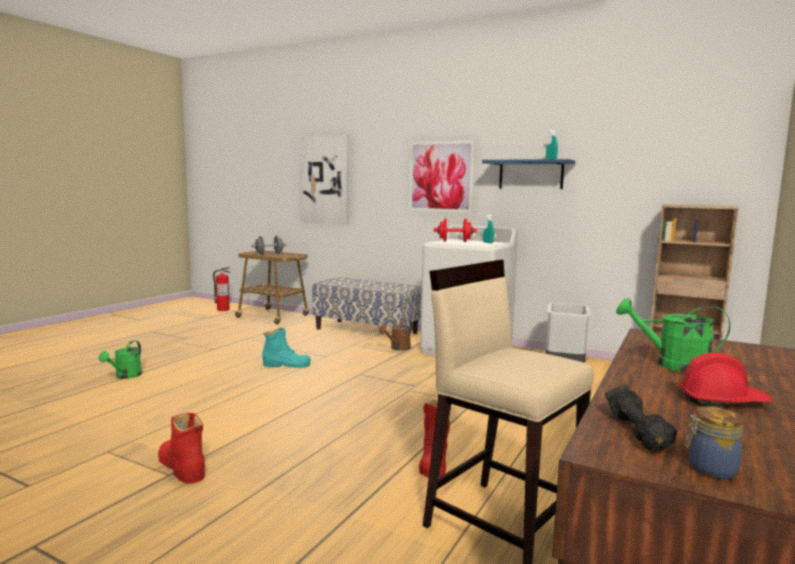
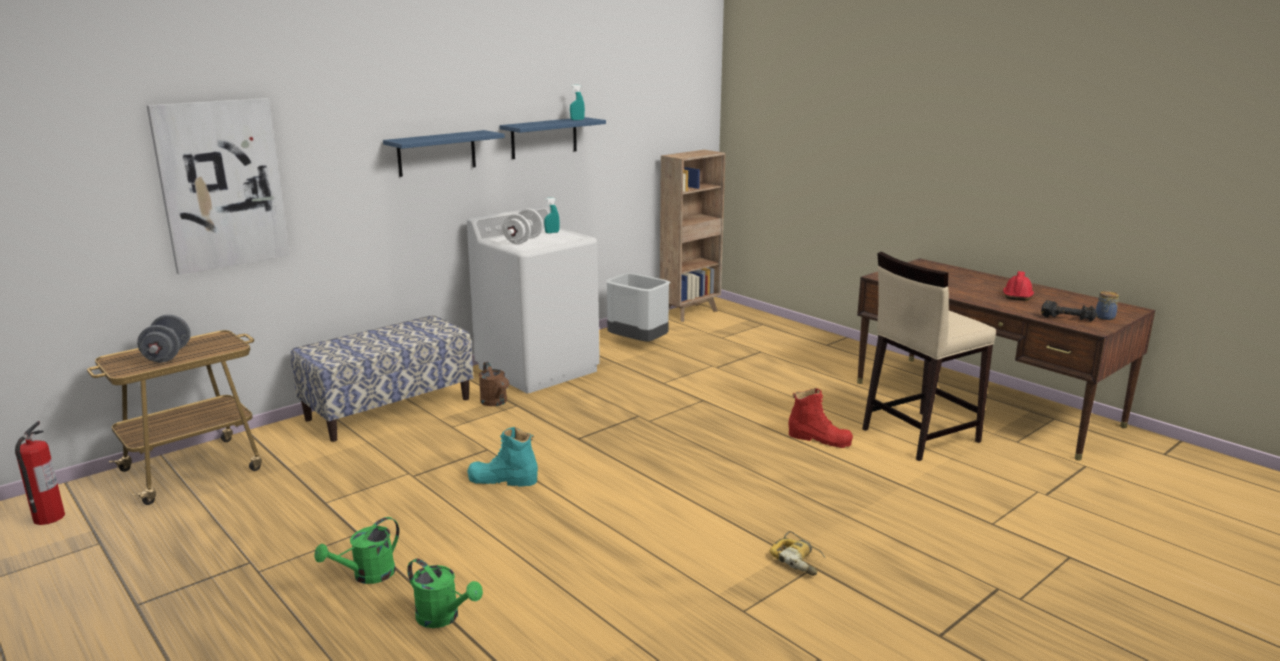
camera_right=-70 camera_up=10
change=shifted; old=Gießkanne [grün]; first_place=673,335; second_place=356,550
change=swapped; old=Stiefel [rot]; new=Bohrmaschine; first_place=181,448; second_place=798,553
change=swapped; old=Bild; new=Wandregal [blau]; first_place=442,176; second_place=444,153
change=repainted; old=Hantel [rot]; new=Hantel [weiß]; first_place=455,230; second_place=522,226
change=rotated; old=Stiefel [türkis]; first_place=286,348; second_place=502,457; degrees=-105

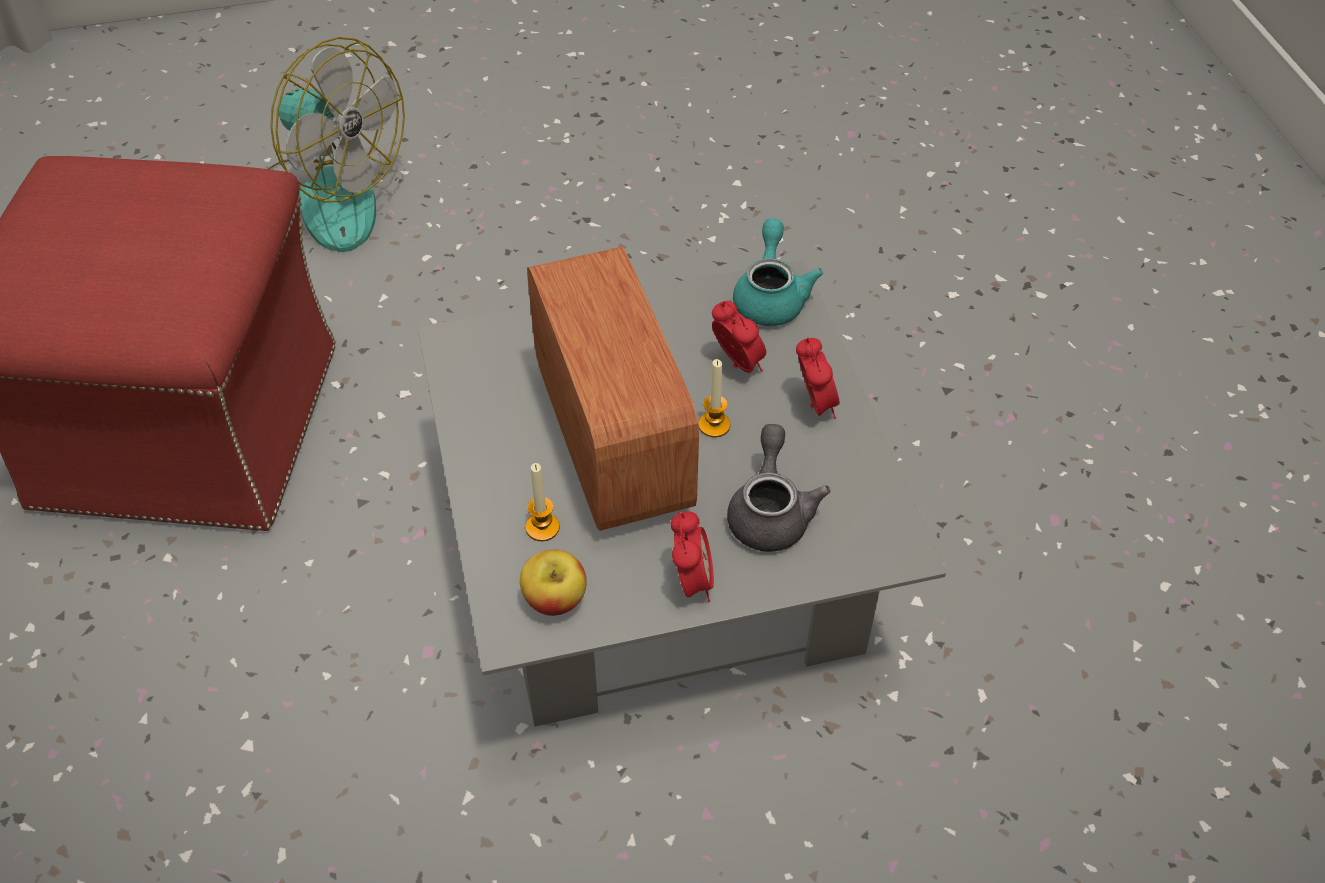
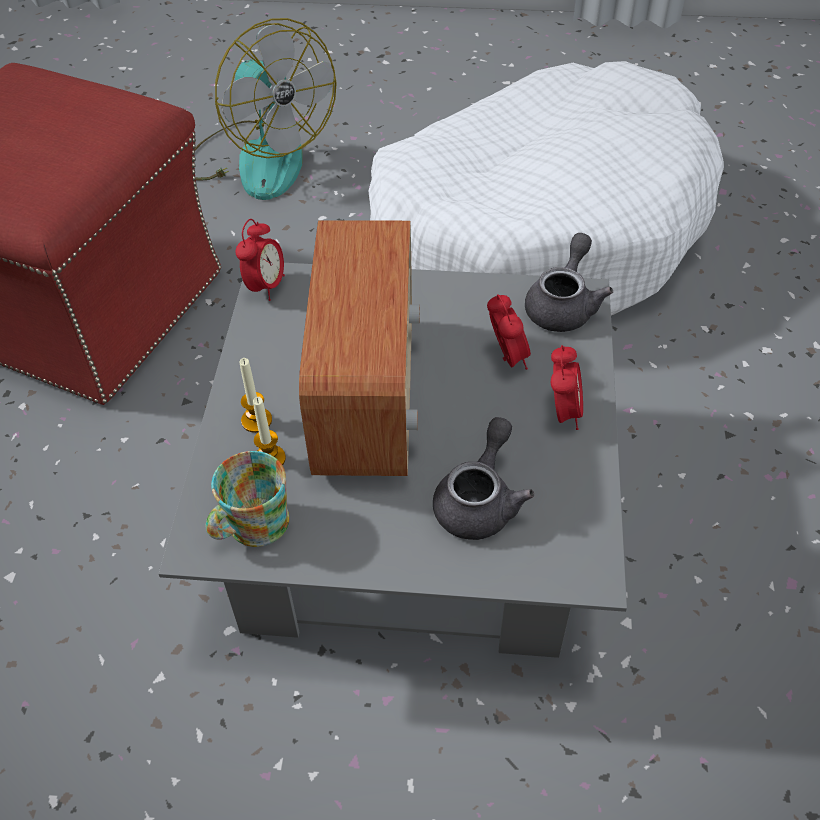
camera_right=20 camera_up=0
change=new; new=Hundebett [weiß]; second_place=546,188
change=shifted; old=Wecker; first_place=692,556; second_place=260,260
change=shifted; old=Kerze; first_place=714,398; second_place=256,395
change=swapped; old=Apfel; new=Henkelbecher; first_place=553,582; second_place=247,499
change=repainted; old=Teekanne [türkis]; new=Teekanne [grau]; first_place=778,272; second_place=569,282

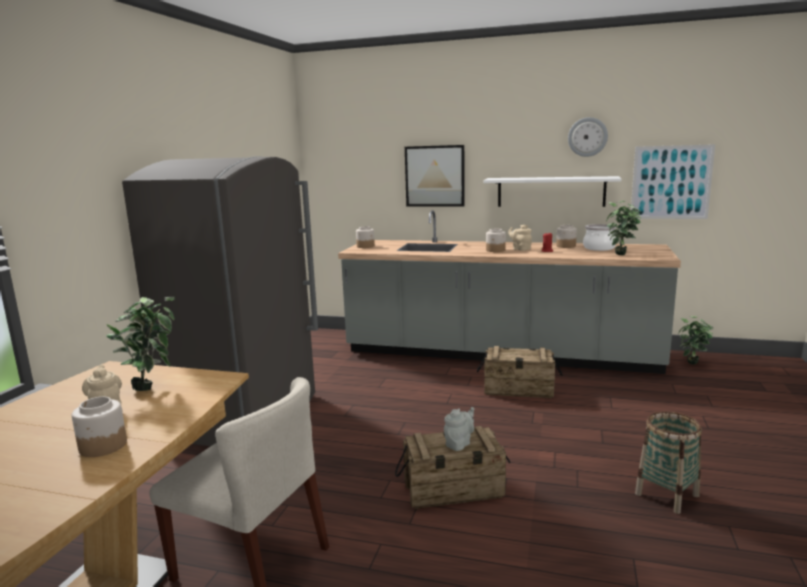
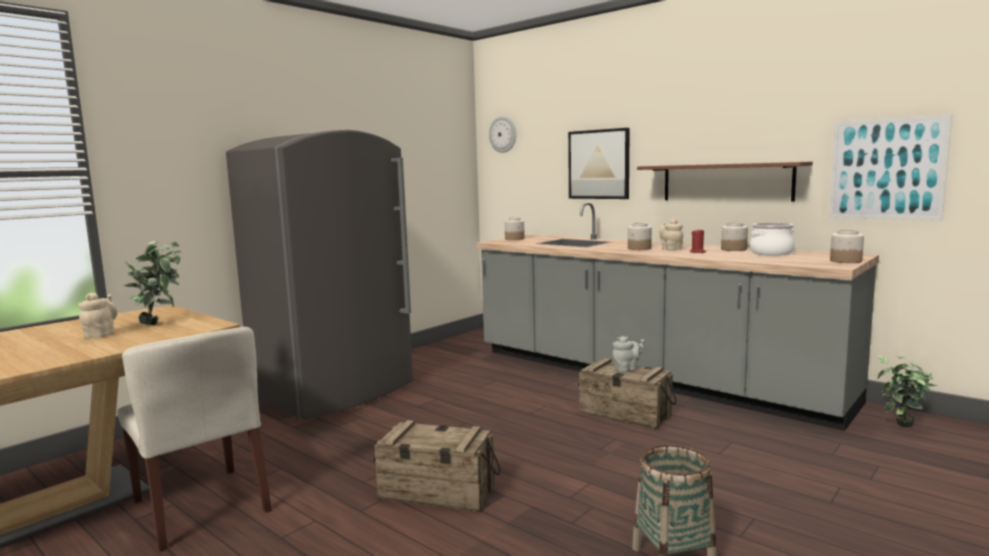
camera_right=25 camera_up=-5
change=gone; old=Topfpflanze; first_place=623,228
change=shifted; old=Vorratsglas; first_place=99,427; second_place=847,246
change=shifted; old=Teekanne [grau]; first_place=459,429; second_place=628,354
change=shifted; old=Wanduhr; first_place=588,137; second_place=502,134
change=repainted; old=Wandregal [weiß]; new=Wandregal [braun]; first_place=552,191; second_place=725,182

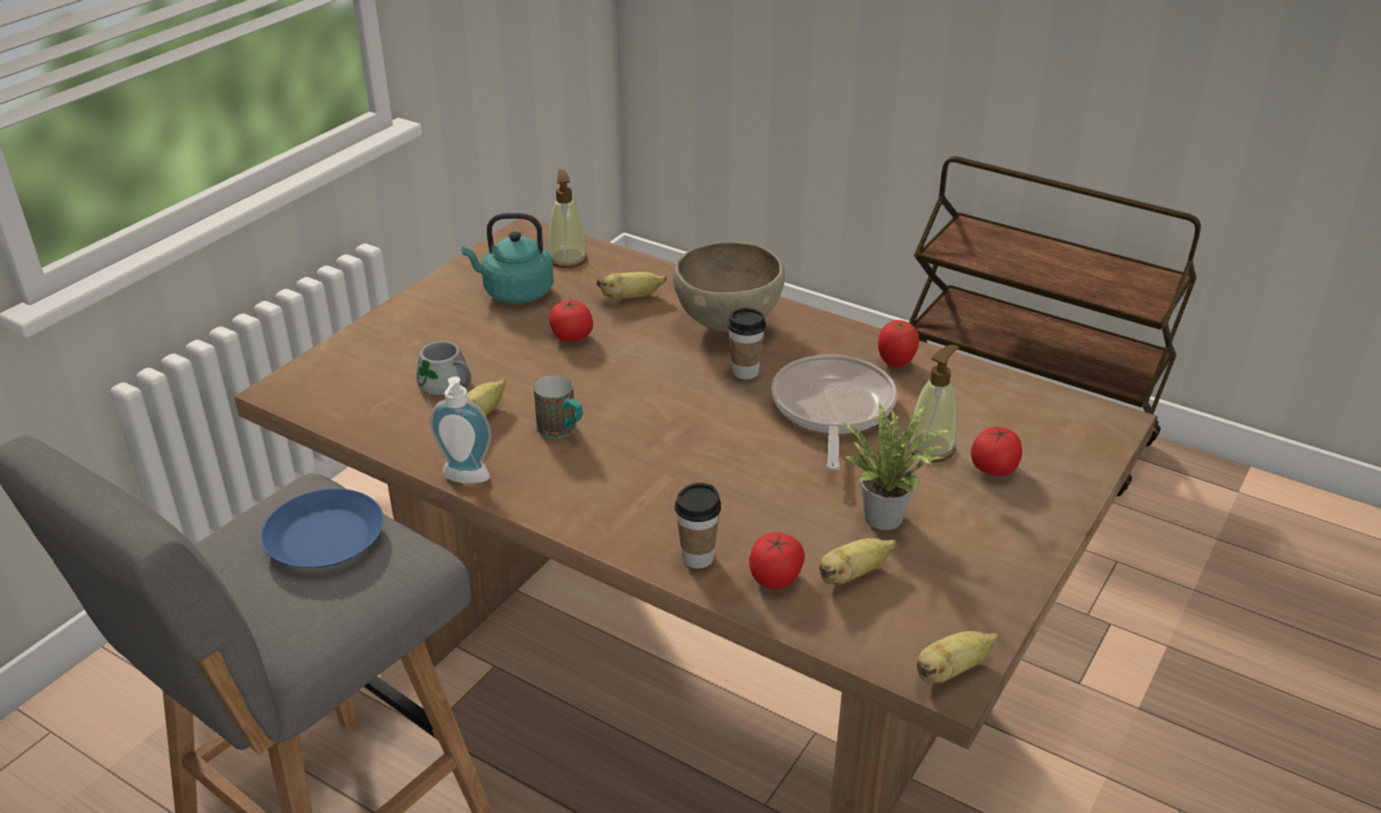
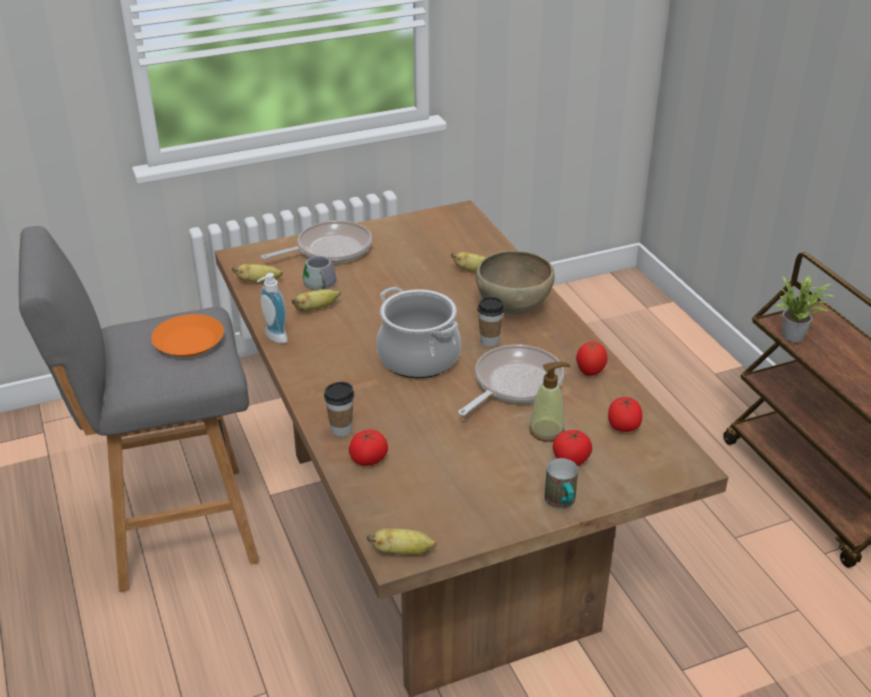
camera_right=35 camera_up=0
change=gone; old=Wasserkessel [türkis]; first_place=507,258
change=gone; old=Seifenspender; first_place=568,218
change=new; new=Pfanne; second_place=316,241
change=new; new=Kochtopf; second_place=418,332
change=shifted; old=Henkelbecher; first_place=558,407; second_place=561,483
change=shifted; old=Tomate; first_place=571,320; second_place=625,414
change=shifted; old=Banane; first_place=857,561; second_place=257,273
change=shifted; old=Topfpflanze; first_place=897,467; second_place=805,309
change=repainted; old=Teller [blau]; new=Teller [orange]; first_place=322,528; second_place=187,335

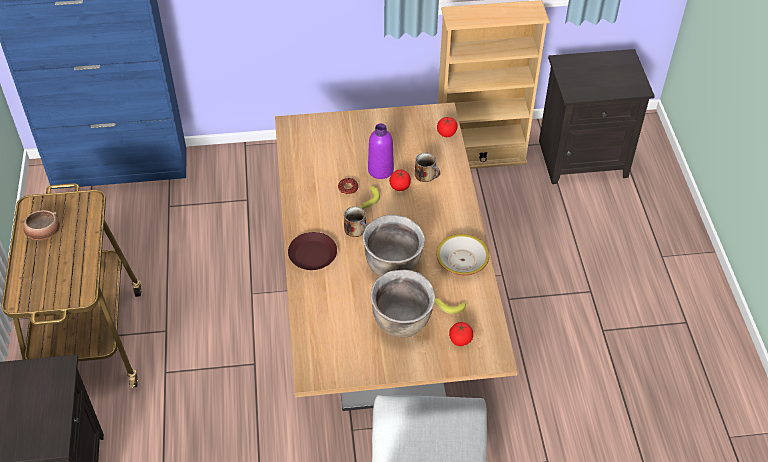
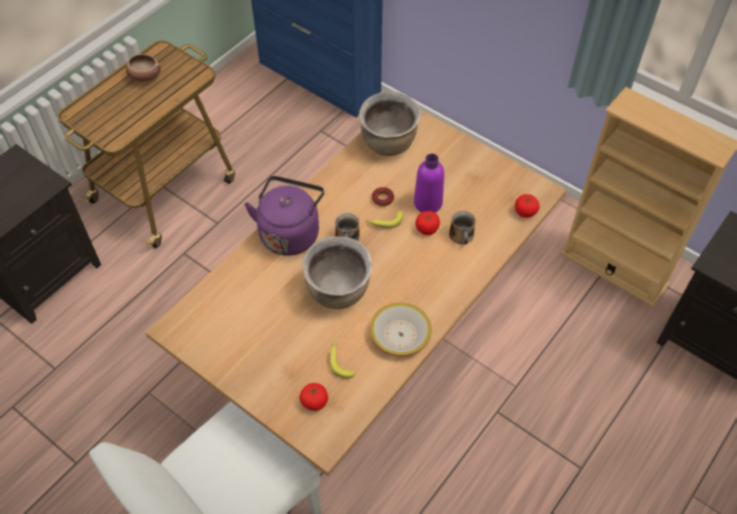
camera_right=45 camera_up=5
change=shifted; old=Kochtopf [braun]; first_place=402,304; second_place=390,123
change=swapped; old=Teller [braun]; new=Wasserkessel [lila]; first_place=312,251; second_place=284,216

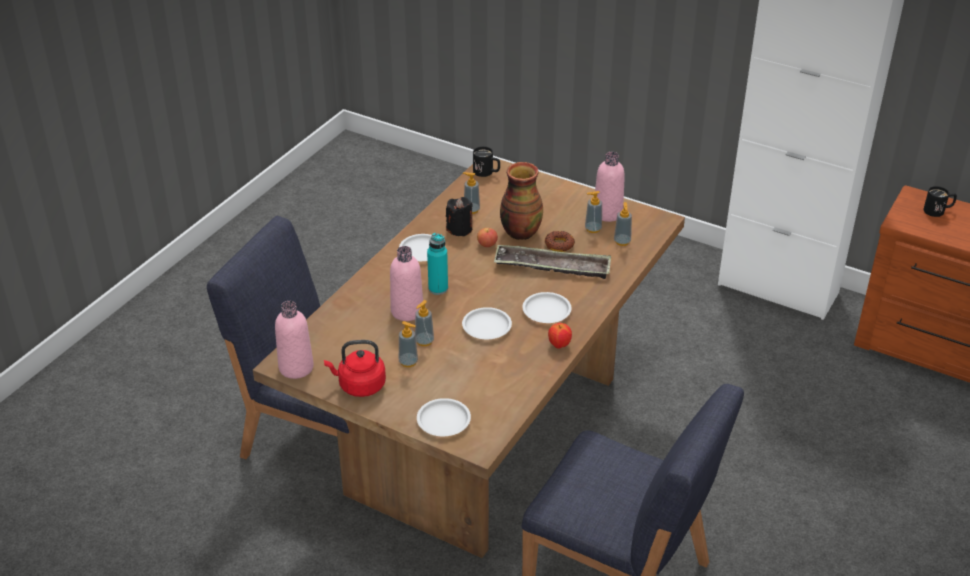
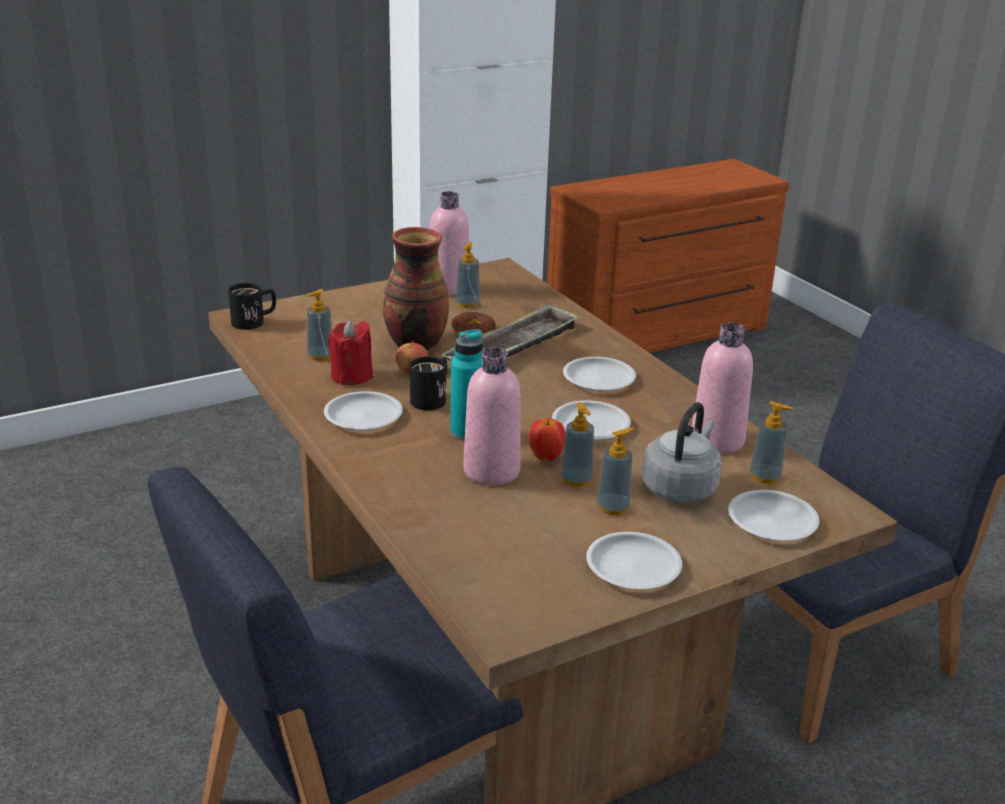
camera_right=-60 camera_up=-10
change=new; new=Wasserkessel [grau]; second_place=682,452
change=shifted; old=Flasche [rosa]; first_place=294,340; second_place=722,387
change=shifted; old=Apfel; first_place=560,336; second_place=547,439
change=shifted; old=Seifenspender; first_place=623,224; second_place=772,442
change=shifted; old=Henkelbecher [schwarz]; first_place=940,201; second_place=428,383
change=swapped; old=Wasserkessel [rot]; new=Teller [weiß]; first_place=355,368; second_place=634,560
change=repainted; old=Kerze [schwarz]; new=Kerze [rot]; first_place=459,216; second_place=350,352

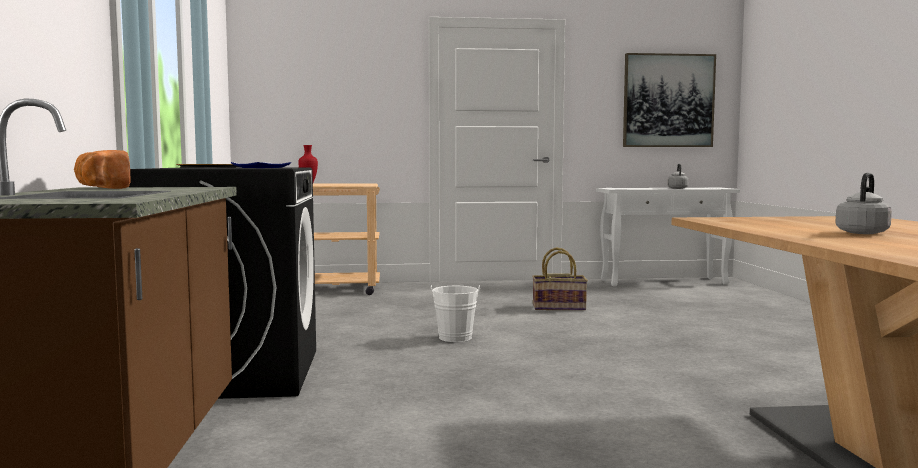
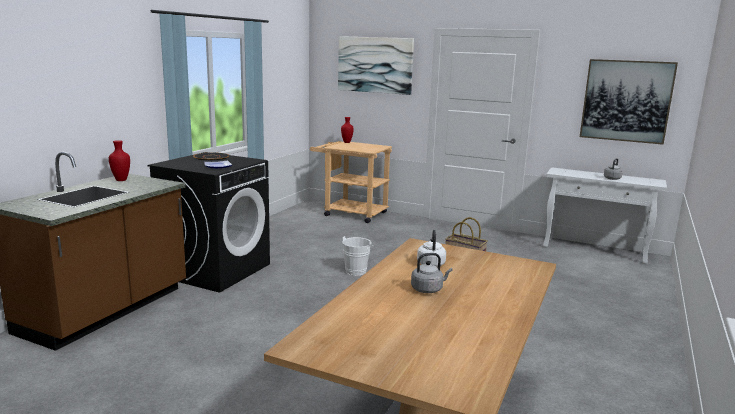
camera_right=30 camera_up=10
change=new; new=Bild; second_place=376,65
change=new; new=Wasserkessel [weiß]; second_place=431,248
change=swapped; old=Brot; new=Vase [rot]; first_place=102,169; second_place=119,160

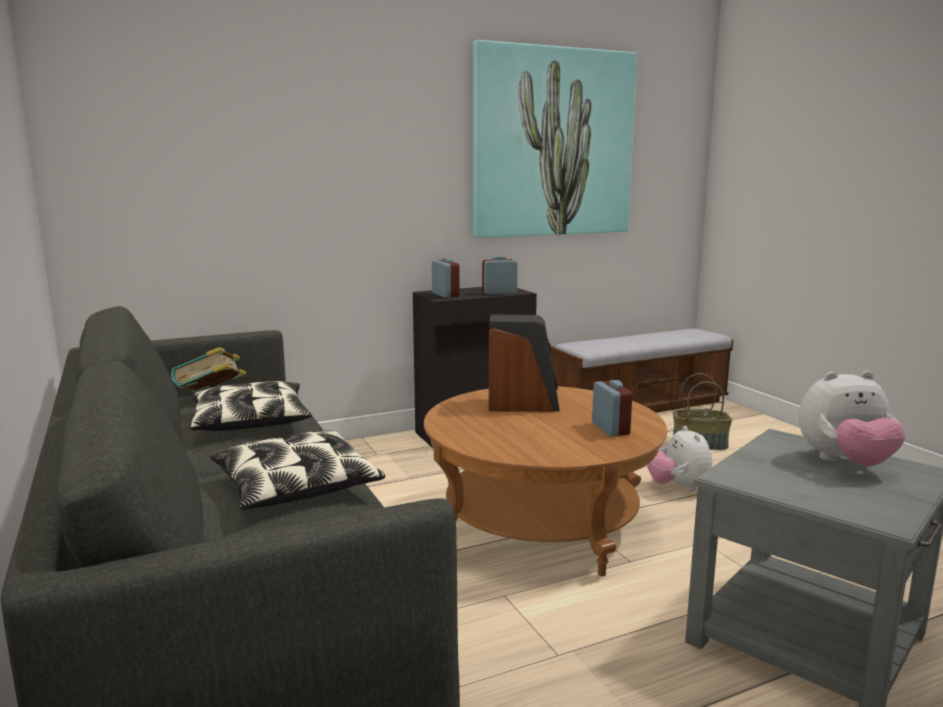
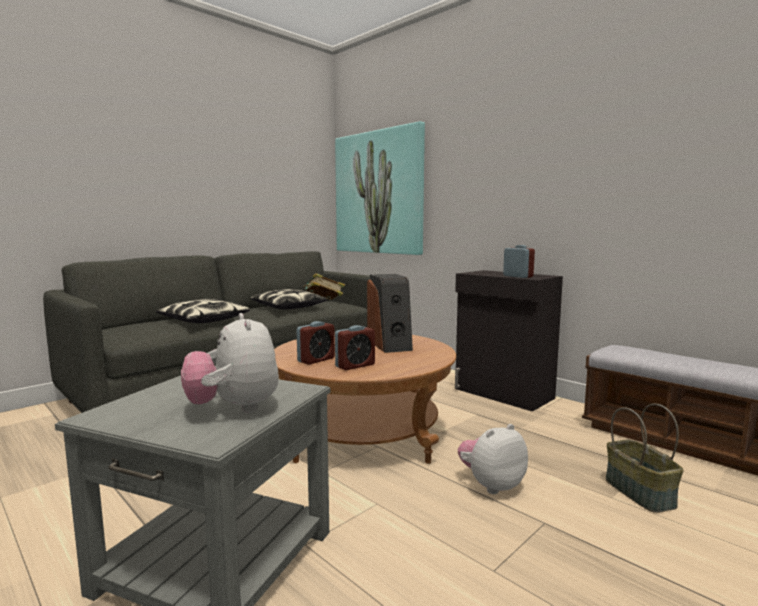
camera_right=70 camera_up=-5
change=shifted; old=Wecker; first_place=446,278; second_place=316,343
change=shifted; old=Bild; first_place=555,139; second_place=380,188

